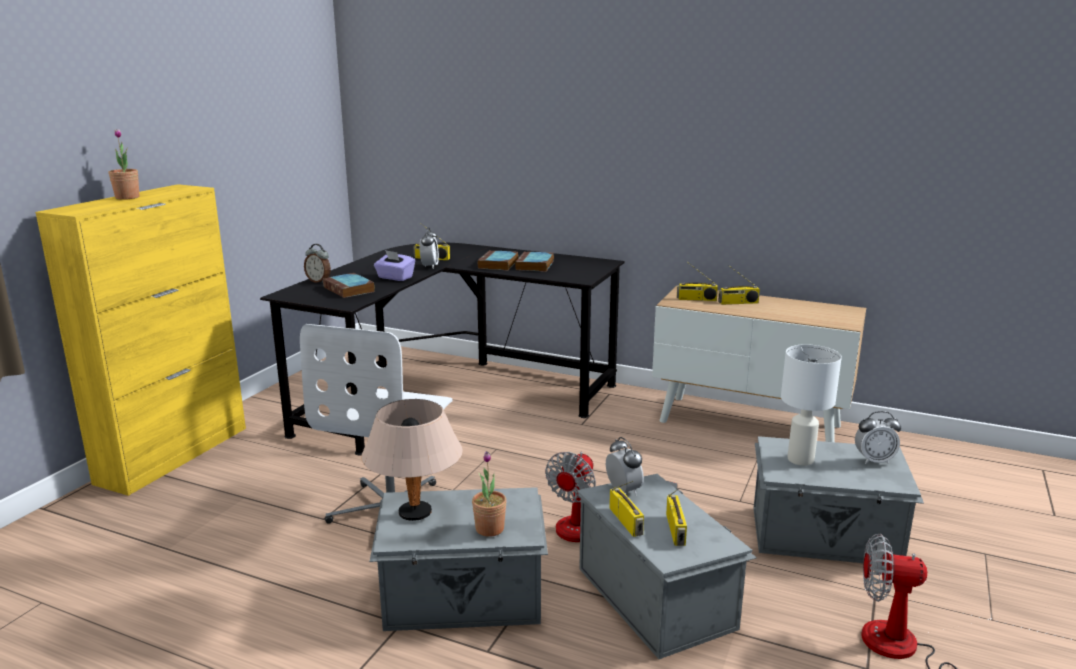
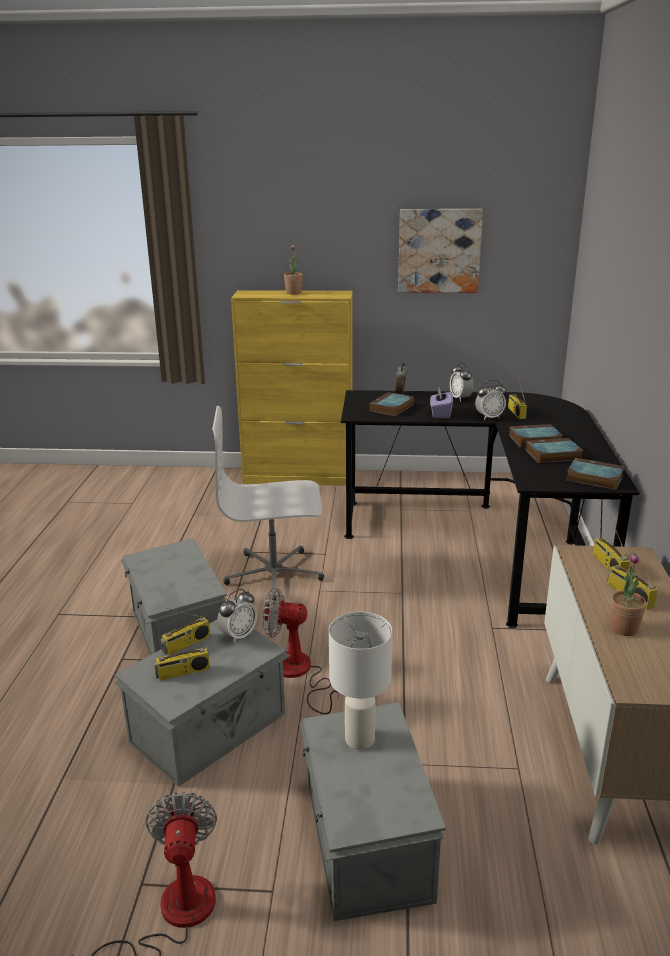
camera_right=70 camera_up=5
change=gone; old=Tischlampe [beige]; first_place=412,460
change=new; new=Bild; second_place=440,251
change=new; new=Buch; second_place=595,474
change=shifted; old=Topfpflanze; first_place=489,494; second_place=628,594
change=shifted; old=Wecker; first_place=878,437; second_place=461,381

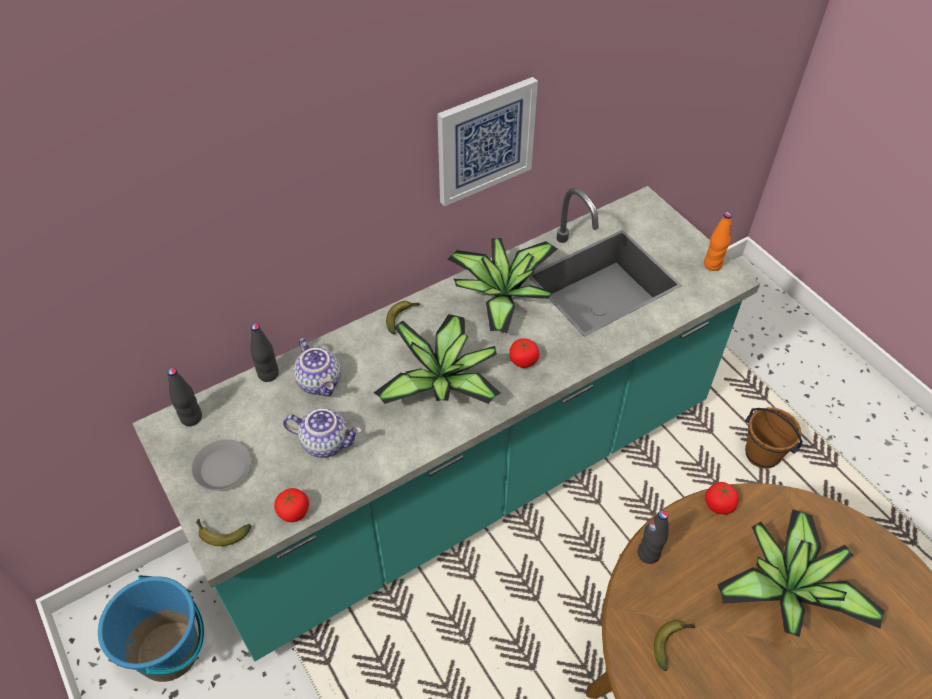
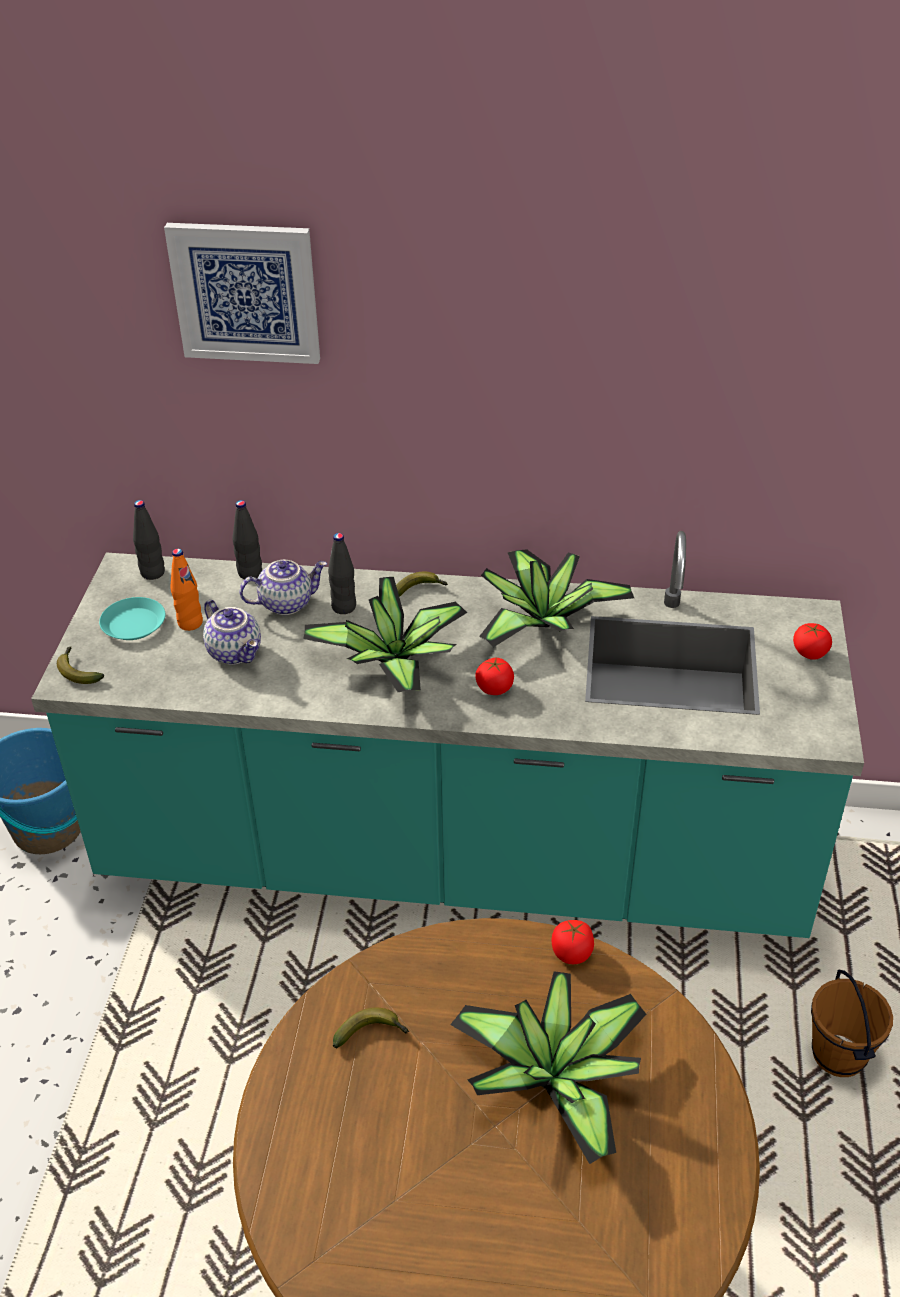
camera_right=40 camera_up=-10
change=shifted; old=Tomate; first_place=291,505; second_place=812,641
change=shifted; old=Bild; first_place=487,141; second_place=242,293
change=shifted; old=Flasche [schwarz]; first_place=653,537; second_place=342,573
change=shifted; old=Flasche [orange]; first_place=718,241; second_place=186,590
change=repainted; old=Teller [grau]; new=Teller [türkis]; first_place=221,465; second_place=132,618
change=rotated; old=Teekanne; first_place=317,367; second_place=283,587; degrees=-120

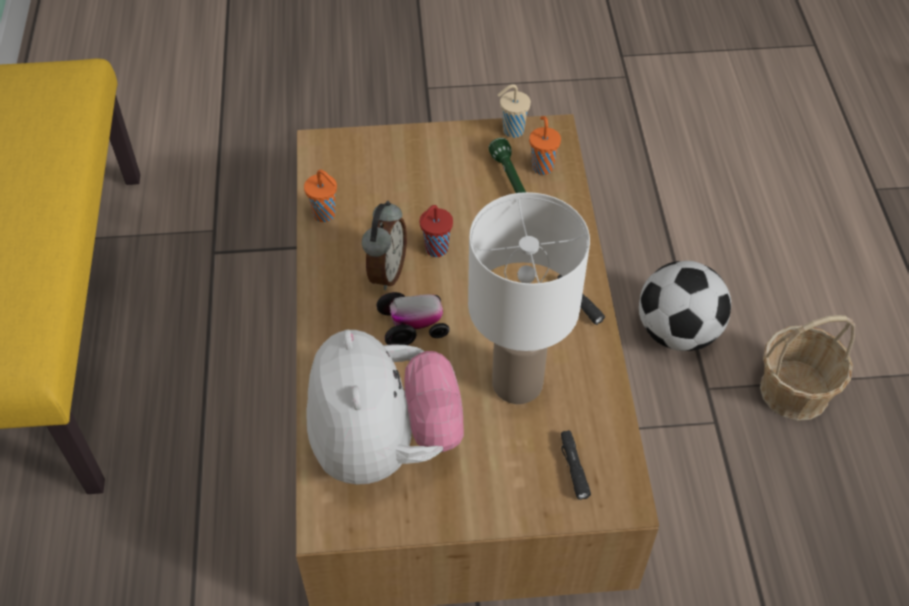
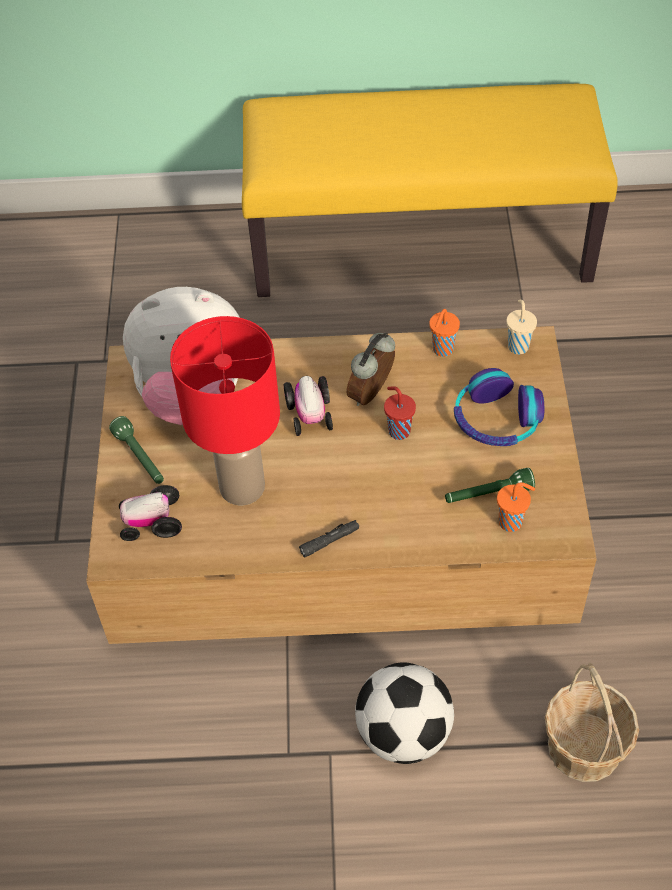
camera_right=95 camera_up=0
change=new; new=Taschenlampe [grün]; second_place=136,450
change=new; new=Kopfhörer; second_place=499,407
change=shifted; old=Tasse [beige]; first_place=514,111; second_place=521,327
change=shifted; old=Korb; first_place=807,368; second_place=592,722
change=swapped; old=Taschenlampe [schwarz]; new=Spielzeugauto; first_place=576,465; second_place=150,513
change=repainted; old=Tischlampe [weiß]; new=Tischlampe [rot]; first_place=529,298; second_place=225,410
change=rotated; old=Wecker; first_place=384,245; second_place=370,369; degrees=105

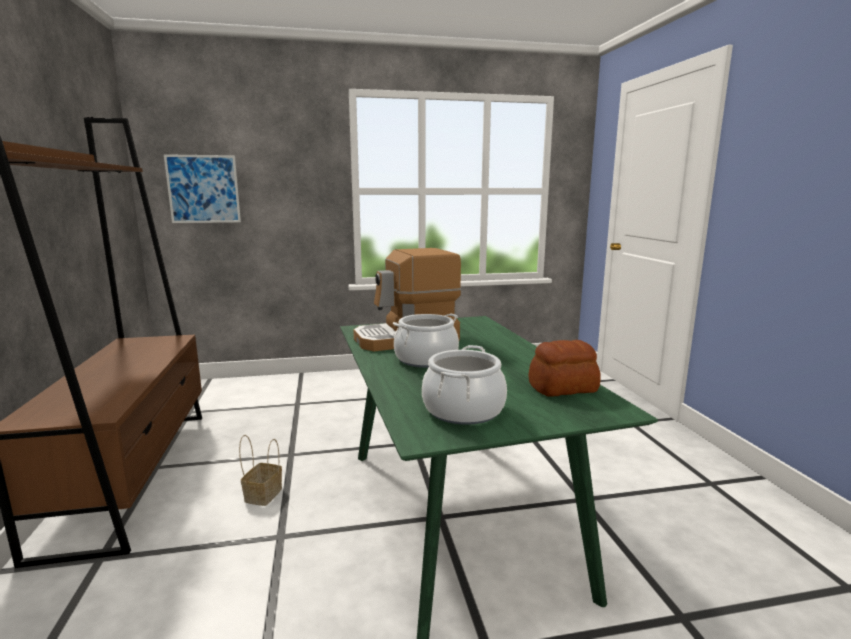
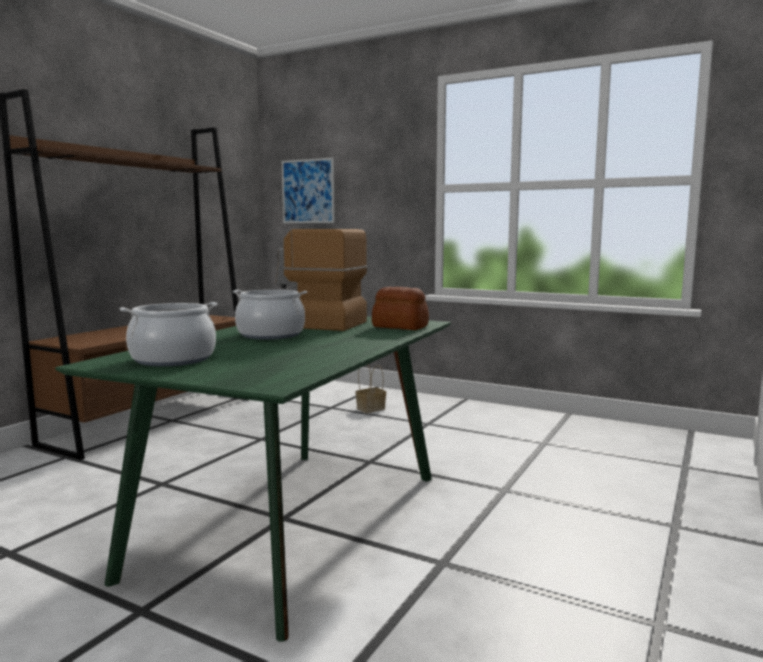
camera_right=40 camera_up=-5
change=shifted; old=Korb; first_place=260,470; second_place=371,388
change=shifted; old=Brot; first_place=564,368; second_place=400,308

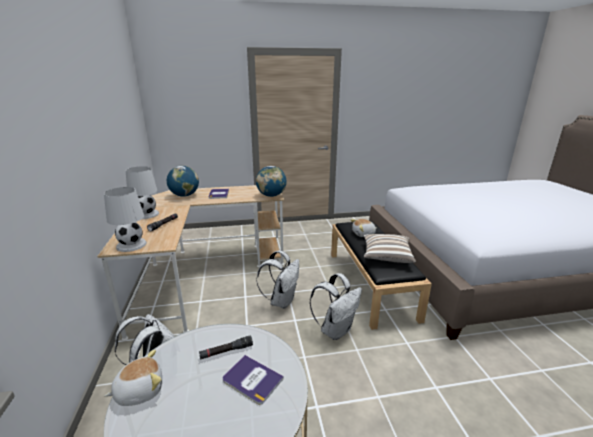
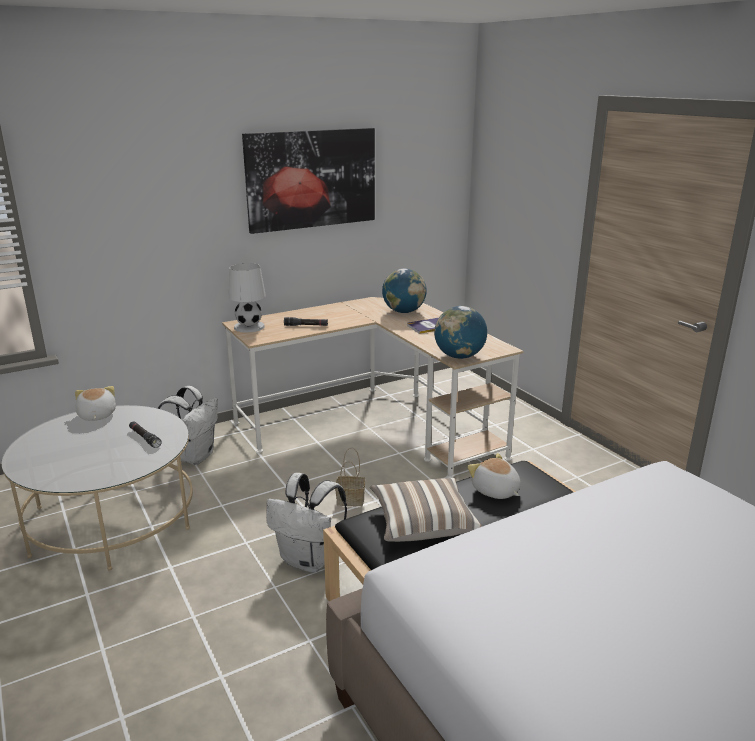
camera_right=70 camera_up=0
change=gone; old=Tischlampe [weiß]; first_place=142,192
change=gone; old=Buch; first_place=253,380
change=new; new=Bild; second_place=308,181
change=swapped; old=Rucksack [weiß]; new=Korb; first_place=277,279; second_place=350,477
change=rotated; old=Plüschtier; first_place=133,378; second_place=95,403; degrees=-150

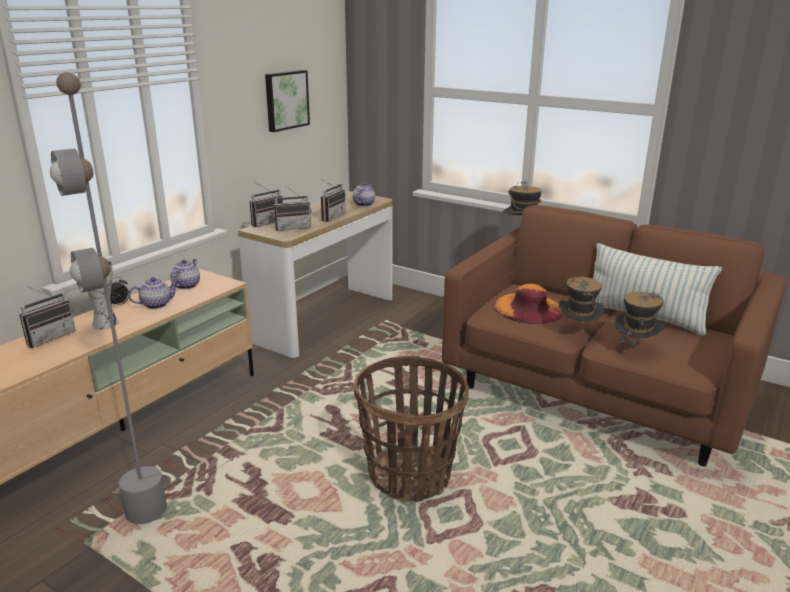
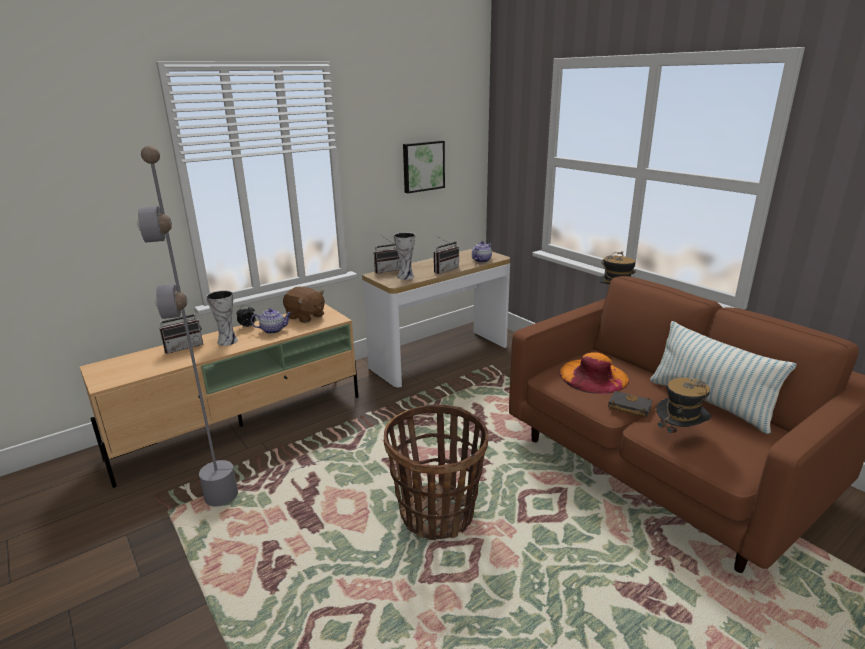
camera_right=20 camera_up=0
change=swapped; old=Teekanne; new=Plüschtier [braun]; first_place=185,274; second_place=304,305
change=swapped; old=Radio; new=Vase; first_place=293,208; second_place=404,256
change=swapped; old=Hut; new=Buch [schwarz]; first_place=581,298; second_place=630,404

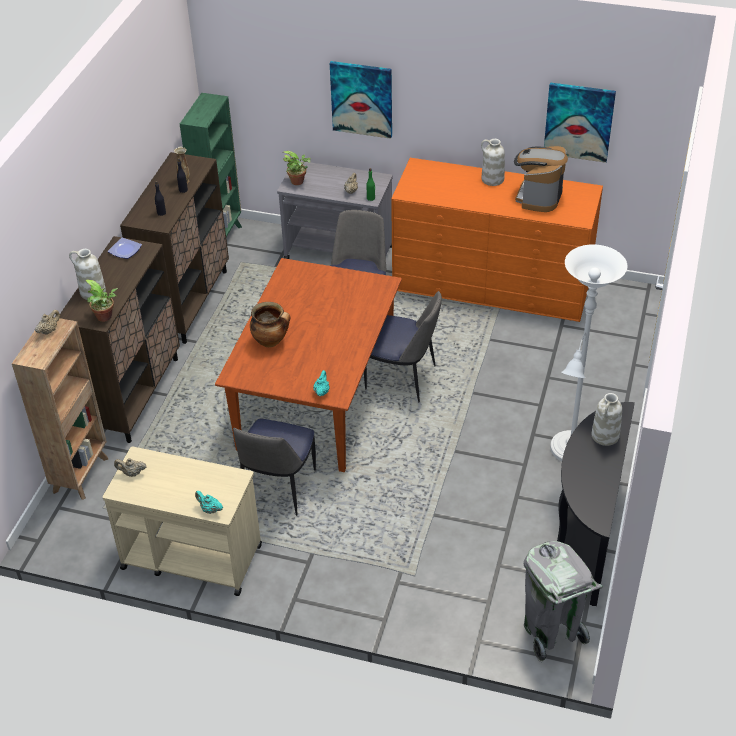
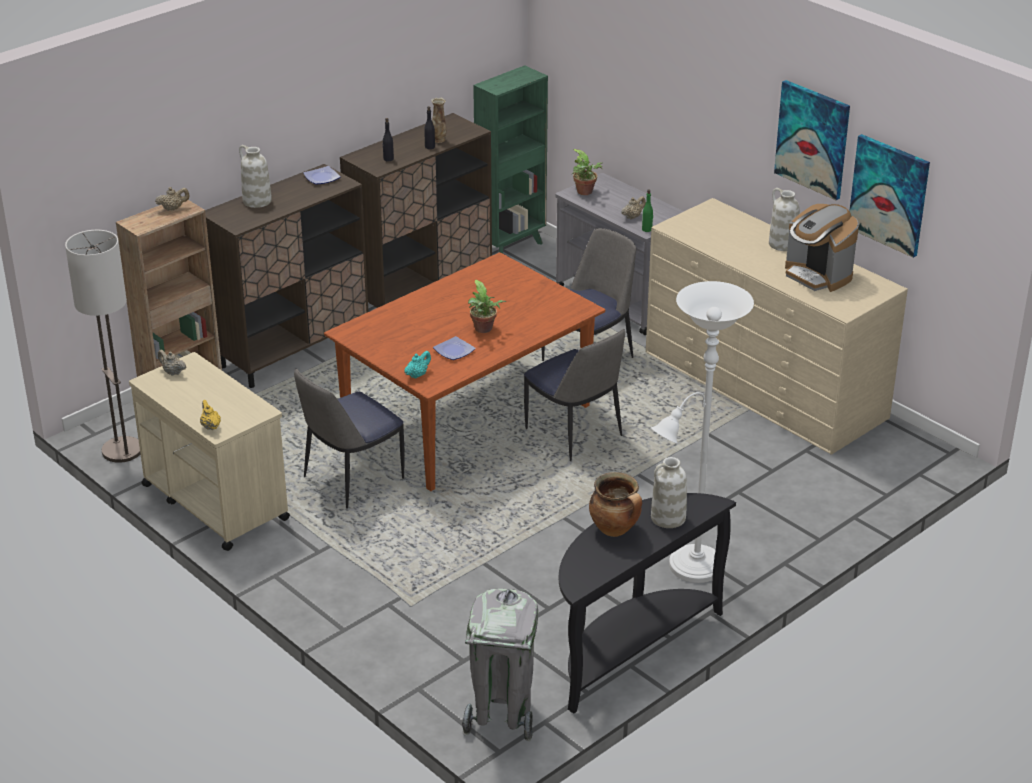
camera_right=30 camera_up=-10
change=new; new=Stehlampe; second_place=102,346
change=new; new=Teller; second_place=454,348
change=shifted; old=Topfpflanze; first_place=102,301; second_place=487,306
change=shifted; old=Kochtopf; first_place=270,324; second_place=615,504
change=shifted; old=Bild; first_place=361,100; second_place=812,140
change=repainted; old=Teekanne [türkis]; new=Teekanne [gelb]; first_place=209,502; second_place=210,415
change=repainted; old=Kommode [orange]; new=Kommode [beige]; first_place=497,240; second_place=777,326
change=rotated; old=Kaffeemaschine; first_place=541,179; second_place=822,248; degrees=-90

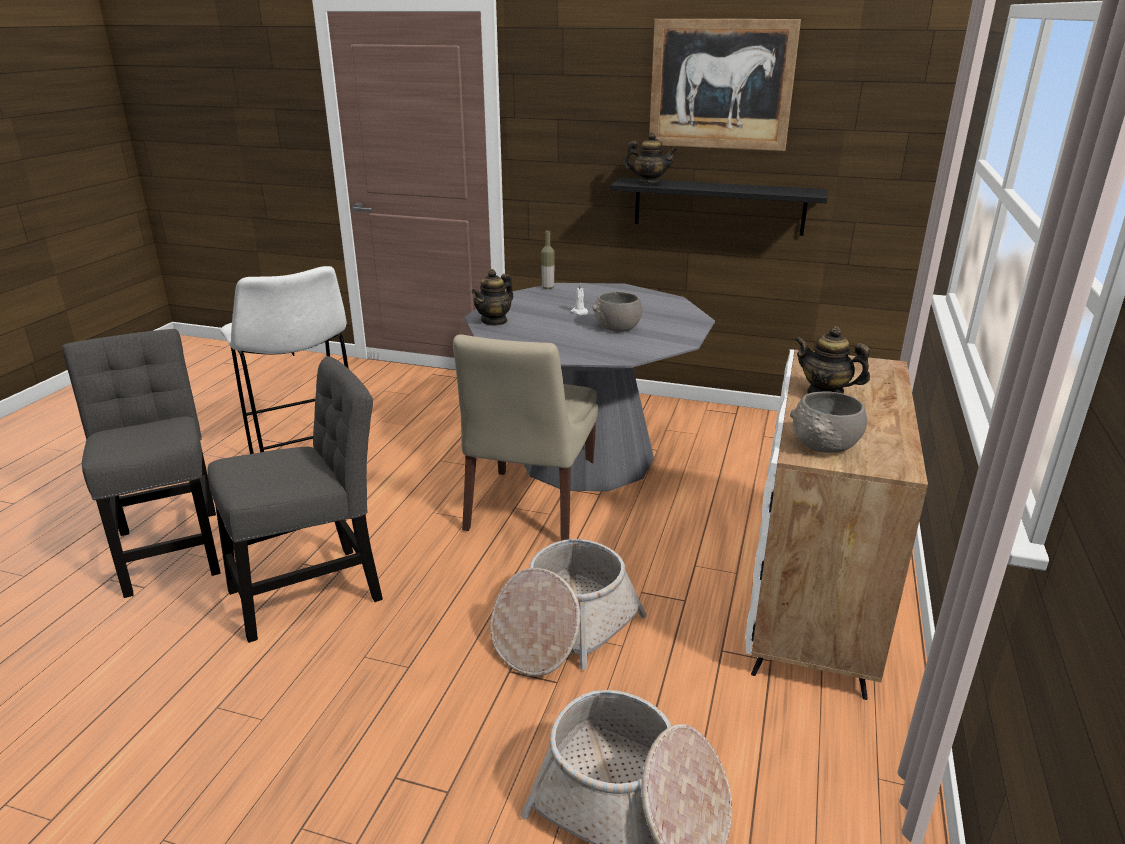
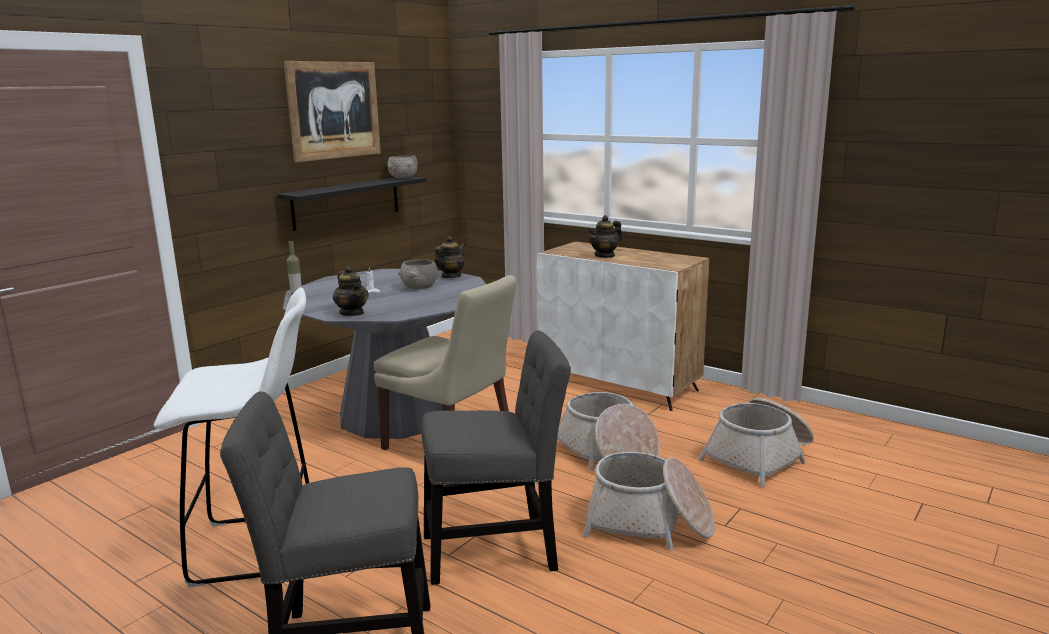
camera_right=-70 camera_up=-10
change=new; new=Korb; second_place=648,500
change=shifted; old=Teekanne; first_place=650,158; second_place=450,257
change=shifted; old=Schüssel [grau]; first_place=828,422; second_place=403,167
change=rotated; old=Stuhl [grau]; first_place=295,499; second_place=496,457; degrees=90

